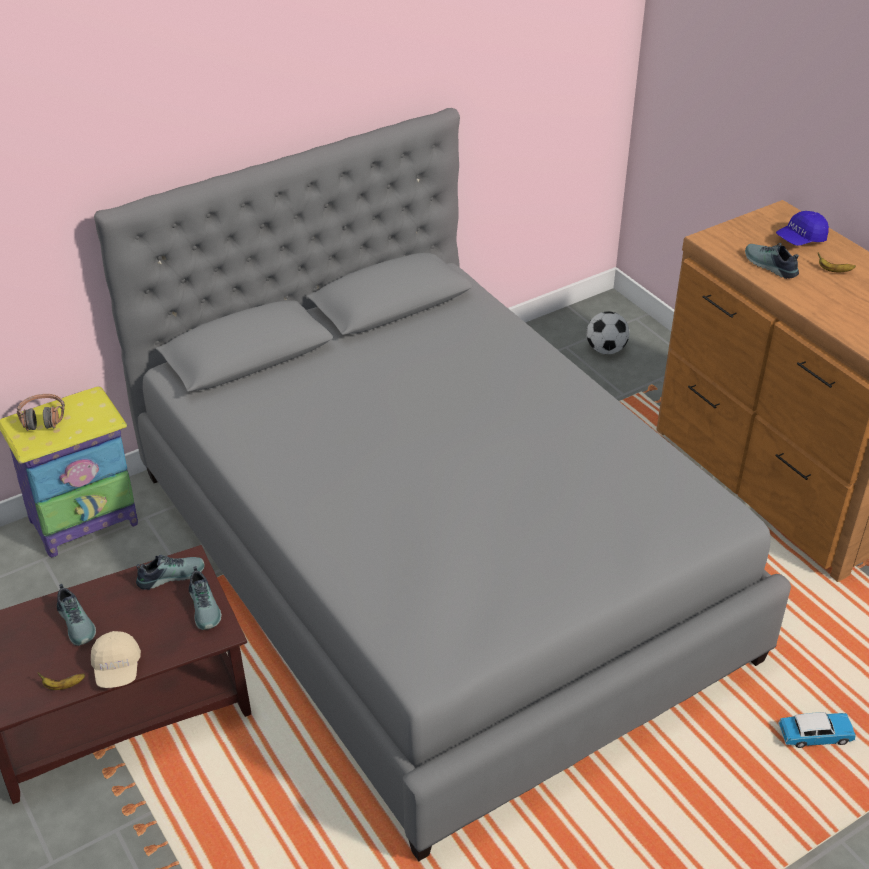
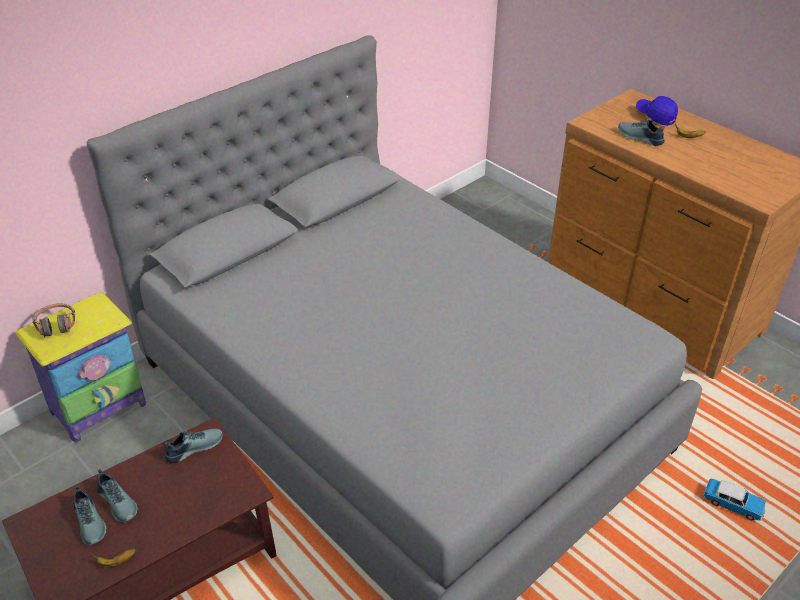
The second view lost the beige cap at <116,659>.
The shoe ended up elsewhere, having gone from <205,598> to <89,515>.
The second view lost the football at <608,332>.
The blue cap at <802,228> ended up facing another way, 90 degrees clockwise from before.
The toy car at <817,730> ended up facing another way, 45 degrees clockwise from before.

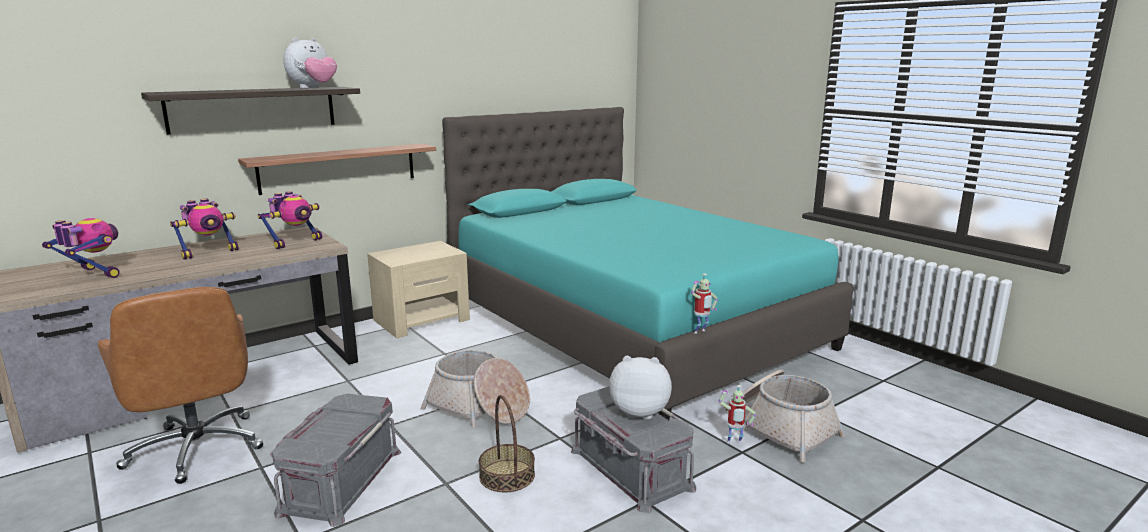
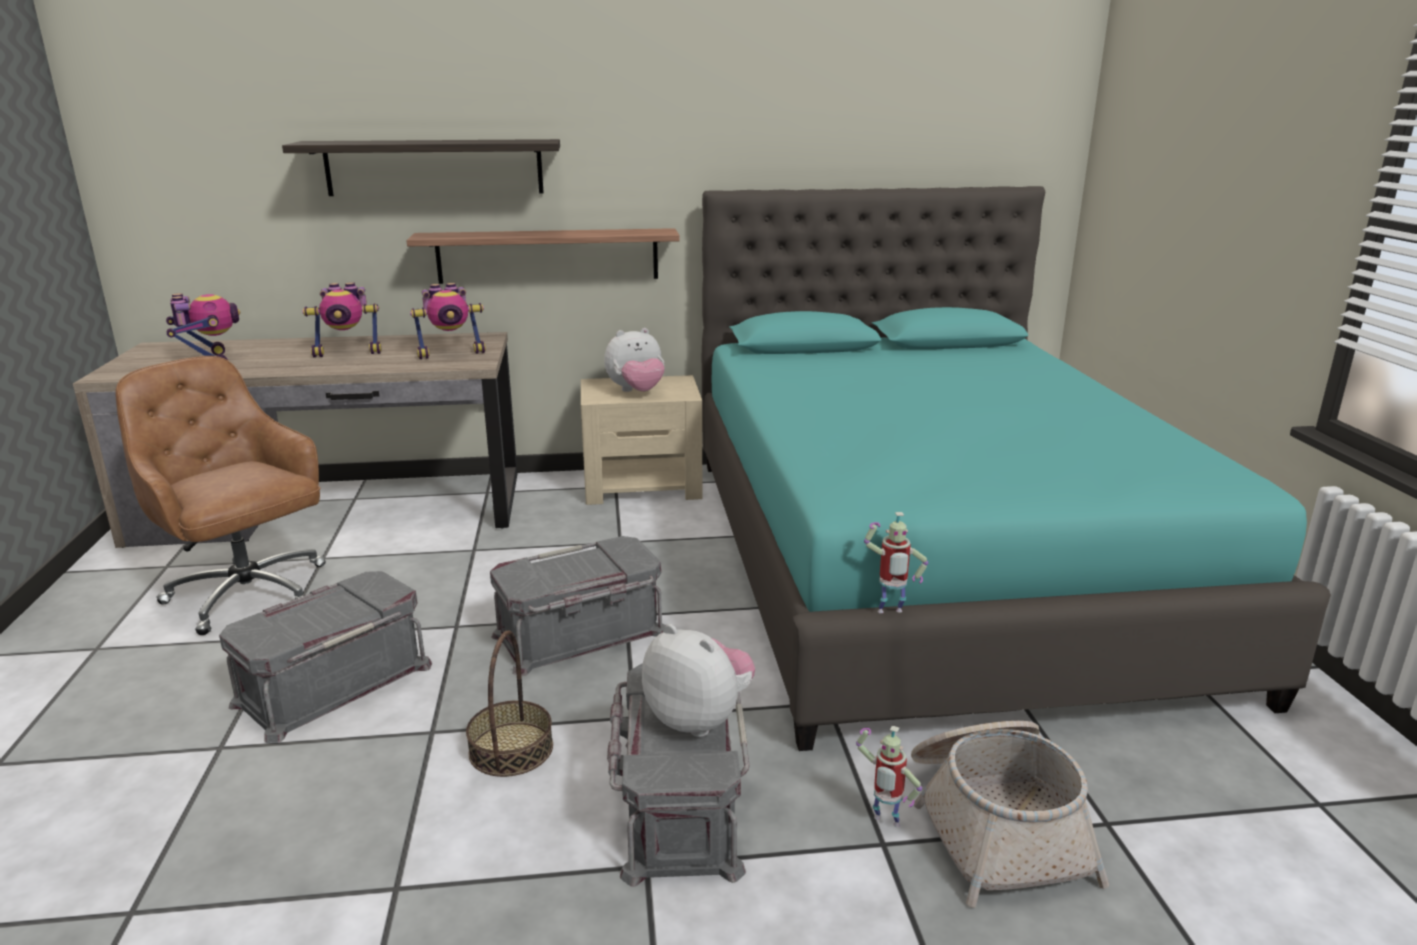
The brown office chair at <180,385> ended up facing another way, 135 degrees clockwise from before.
The plush toy ended up elsewhere, having gone from <310,63> to <634,360>.
Where the basket stood at <475,388>, the grey storage box came to stand at <578,606>.

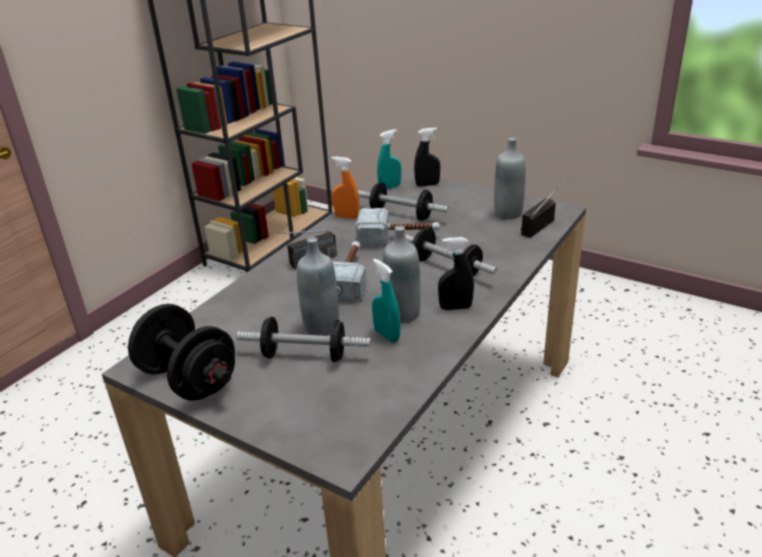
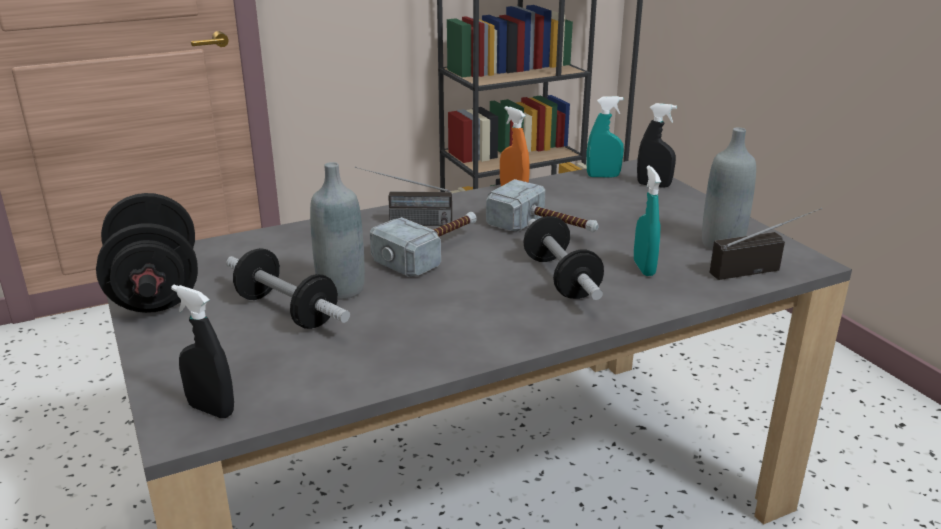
The second view lost the dumbbell at <403,201>.
The turquoise spray bottle ended up elsewhere, having gone from <386,300> to <647,221>.
The second view lost the grey bottle at <402,274>.
The black spray bottle ended up elsewhere, having gone from <456,273> to <202,351>.

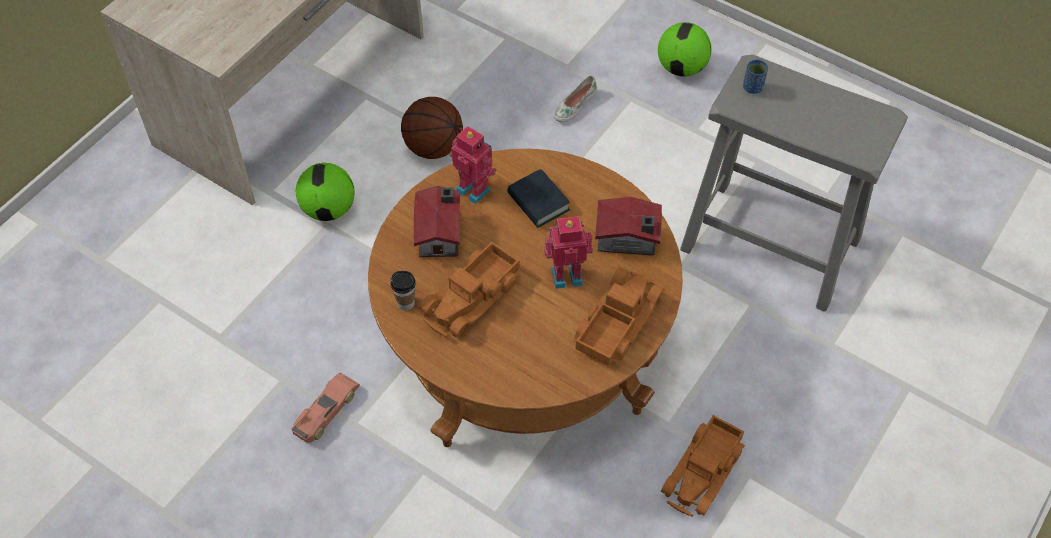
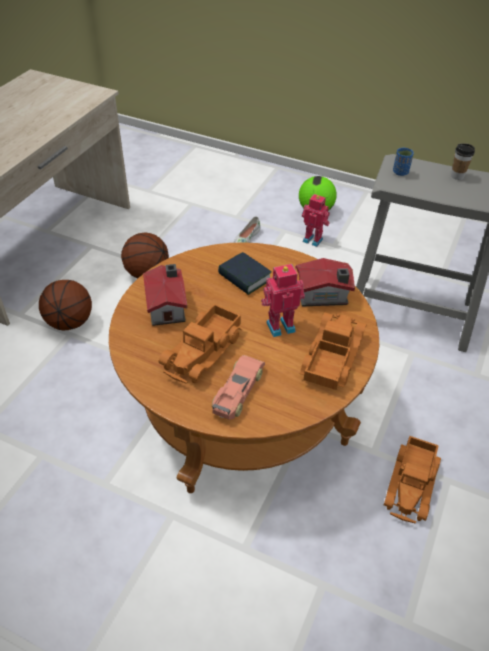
The toy car ended up elsewhere, having gone from <325,408> to <238,387>.
Where the football stood at <325,192>, the basketball came to stand at <65,305>.
The cup ended up elsewhere, having gone from <403,290> to <463,161>.
The toy robot ended up elsewhere, having gone from <473,165> to <316,220>.

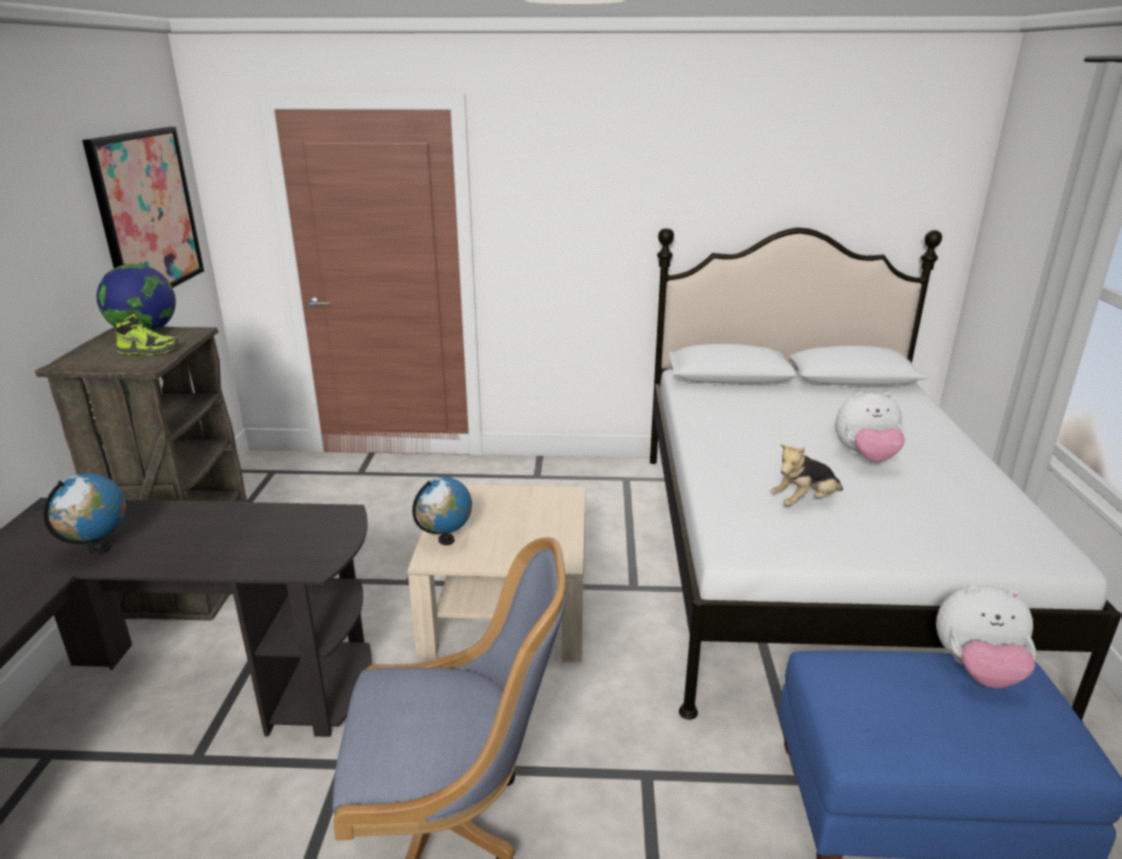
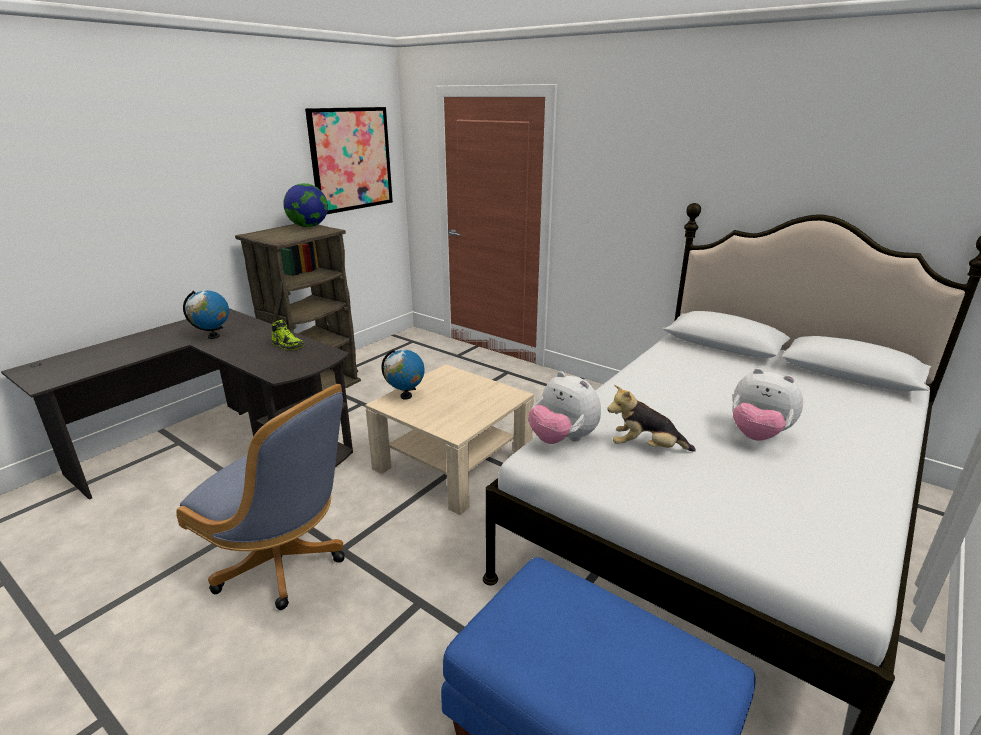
The shoe ended up elsewhere, having gone from <147,334> to <287,334>.
The plush toy ended up elsewhere, having gone from <986,636> to <565,407>.

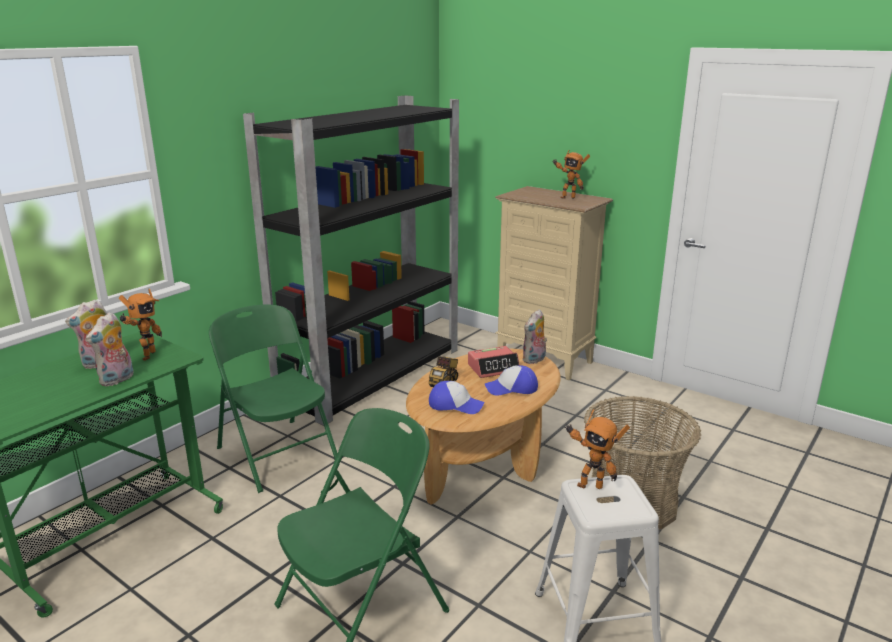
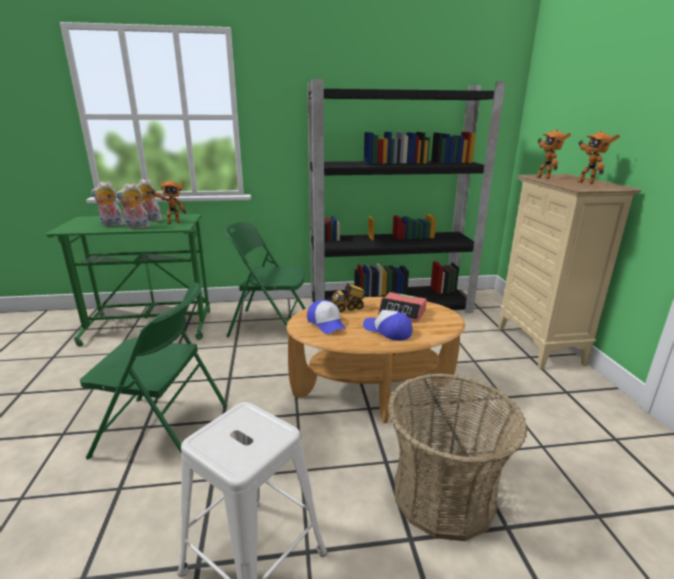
The green chair at <273,398> ended up facing another way, 90 degrees counterclockwise from before.
The plush toy ended up elsewhere, having gone from <534,336> to <108,204>.
The toy robot ended up elsewhere, having gone from <597,449> to <553,154>.

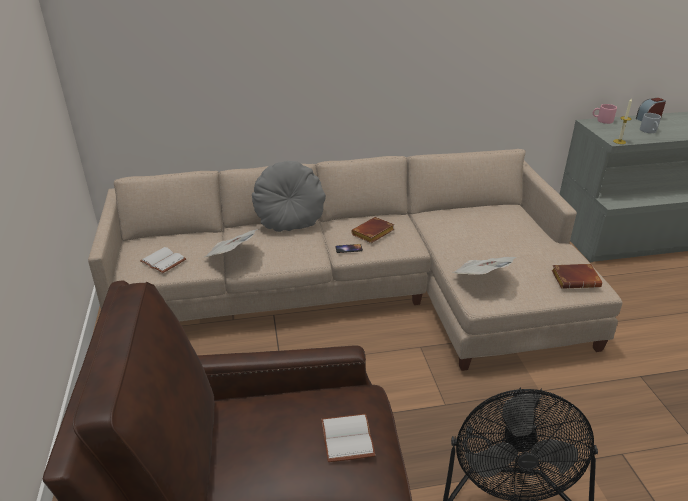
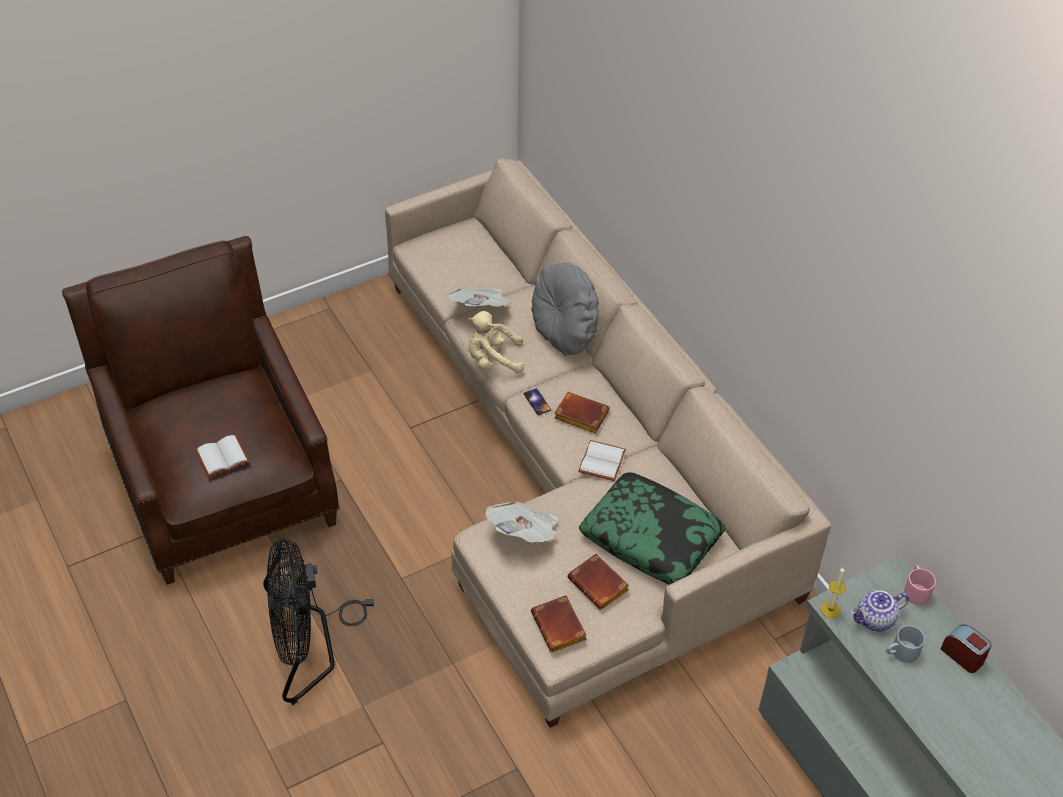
The white book ended up elsewhere, having gone from <163,260> to <602,460>.
The second view gained the beige plush toy at <496,342>.
The second view gained the brown book at <598,581>.
The second view gained the pillow at <652,528>.
The second view gained the teapot at <879,610>.

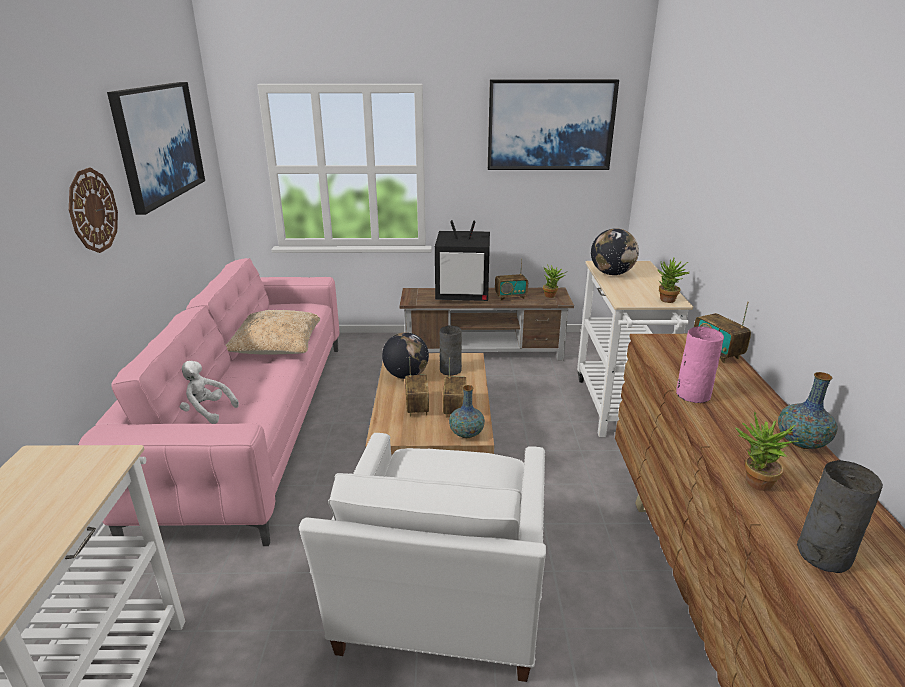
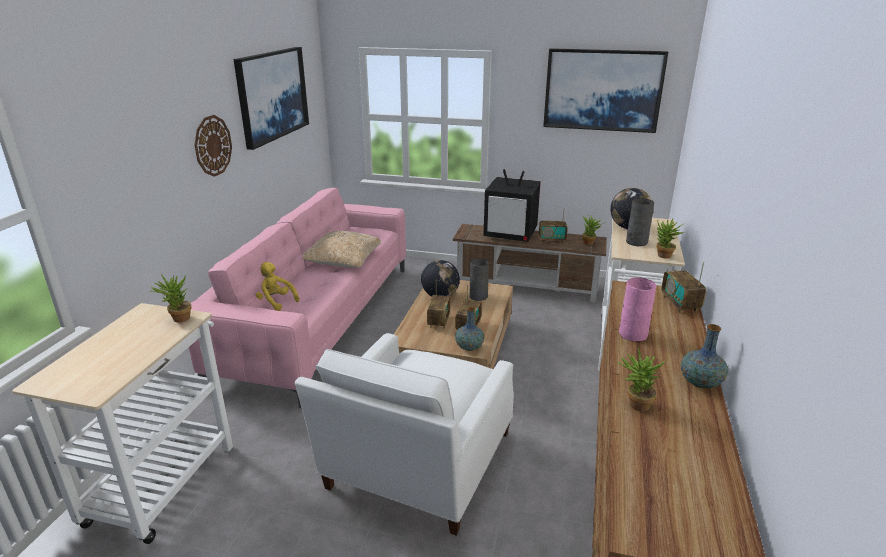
What was the white plush toy at <209,392> turned into the yellow plush toy at <277,286>.
The grey vase ended up elsewhere, having gone from <840,516> to <640,222>.
The second view gained the potted plant at <171,298>.

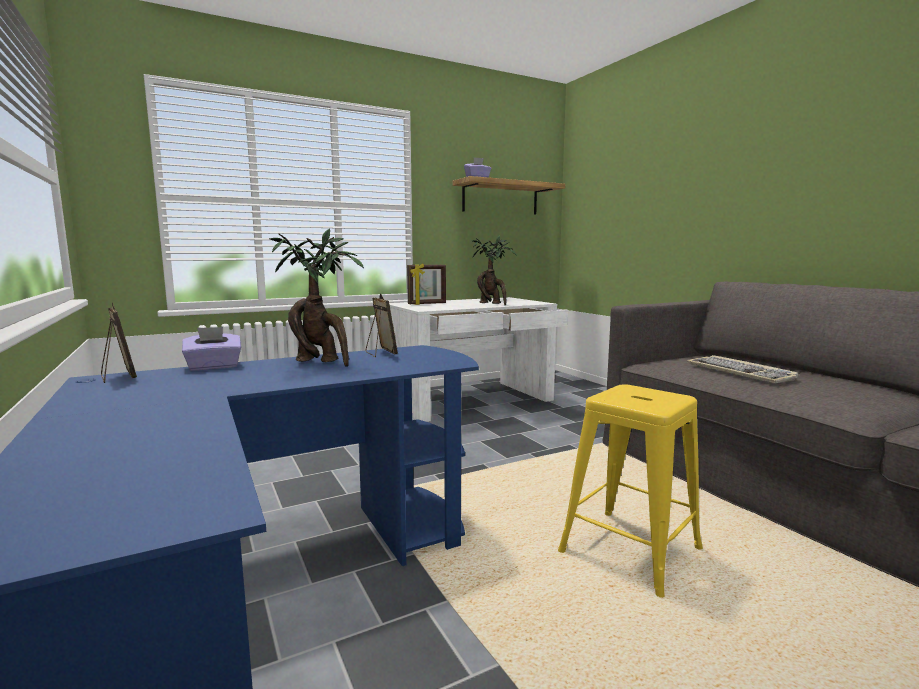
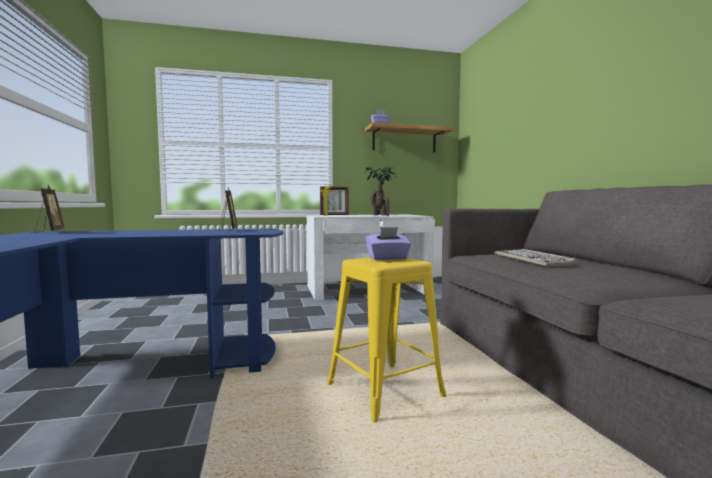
The purple tissue box ended up elsewhere, having gone from <211,349> to <388,243>.
The second view lost the potted plant at <316,298>.

